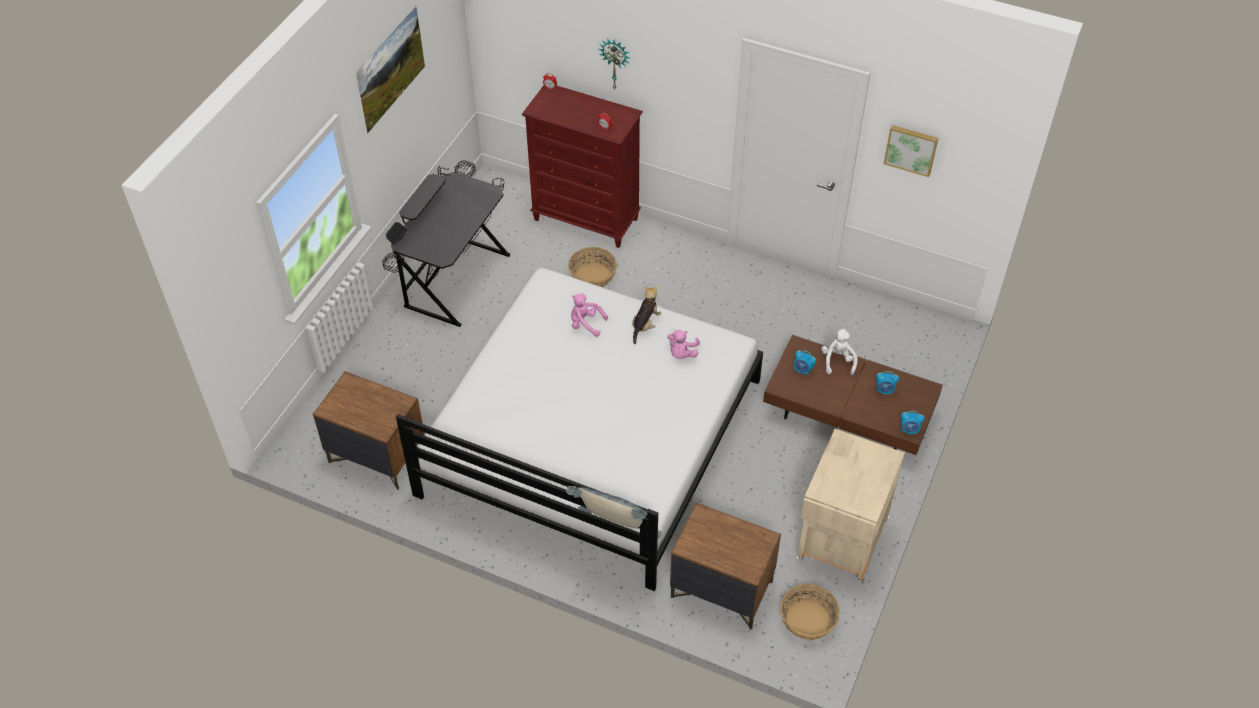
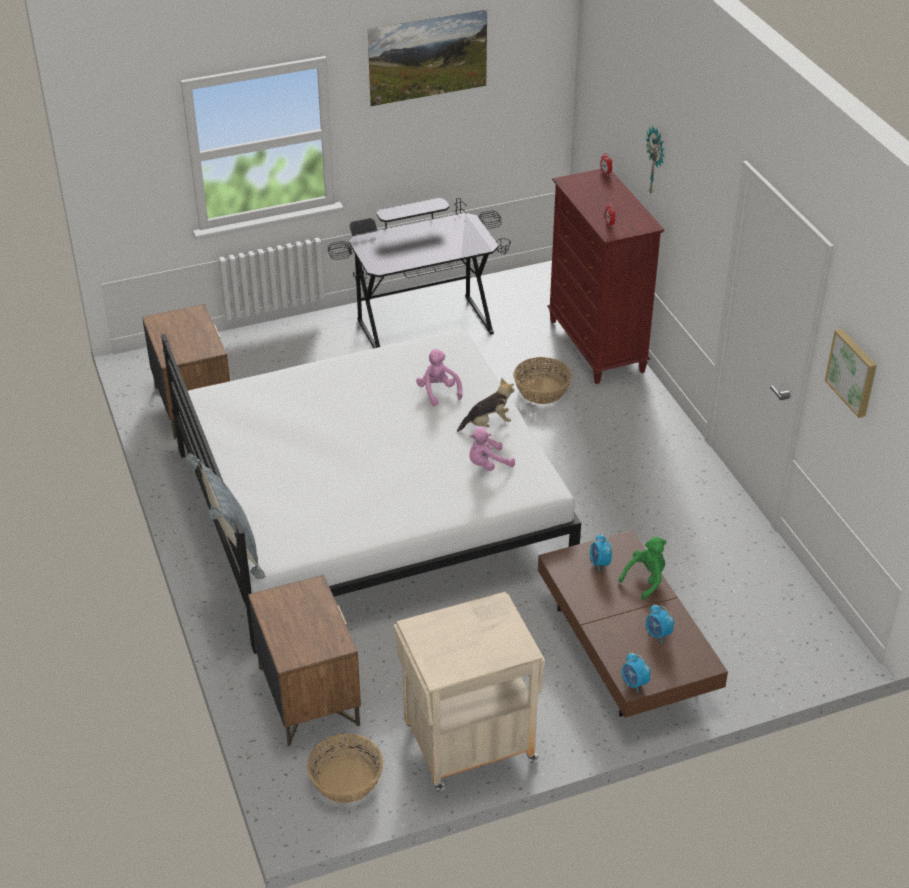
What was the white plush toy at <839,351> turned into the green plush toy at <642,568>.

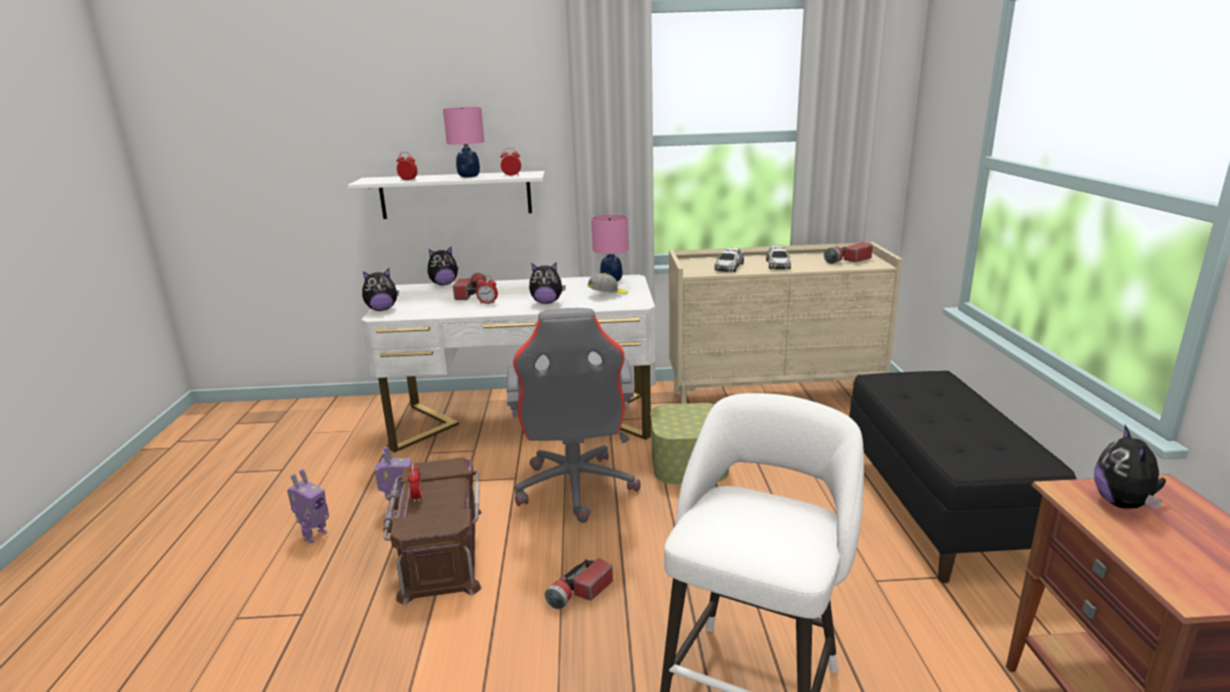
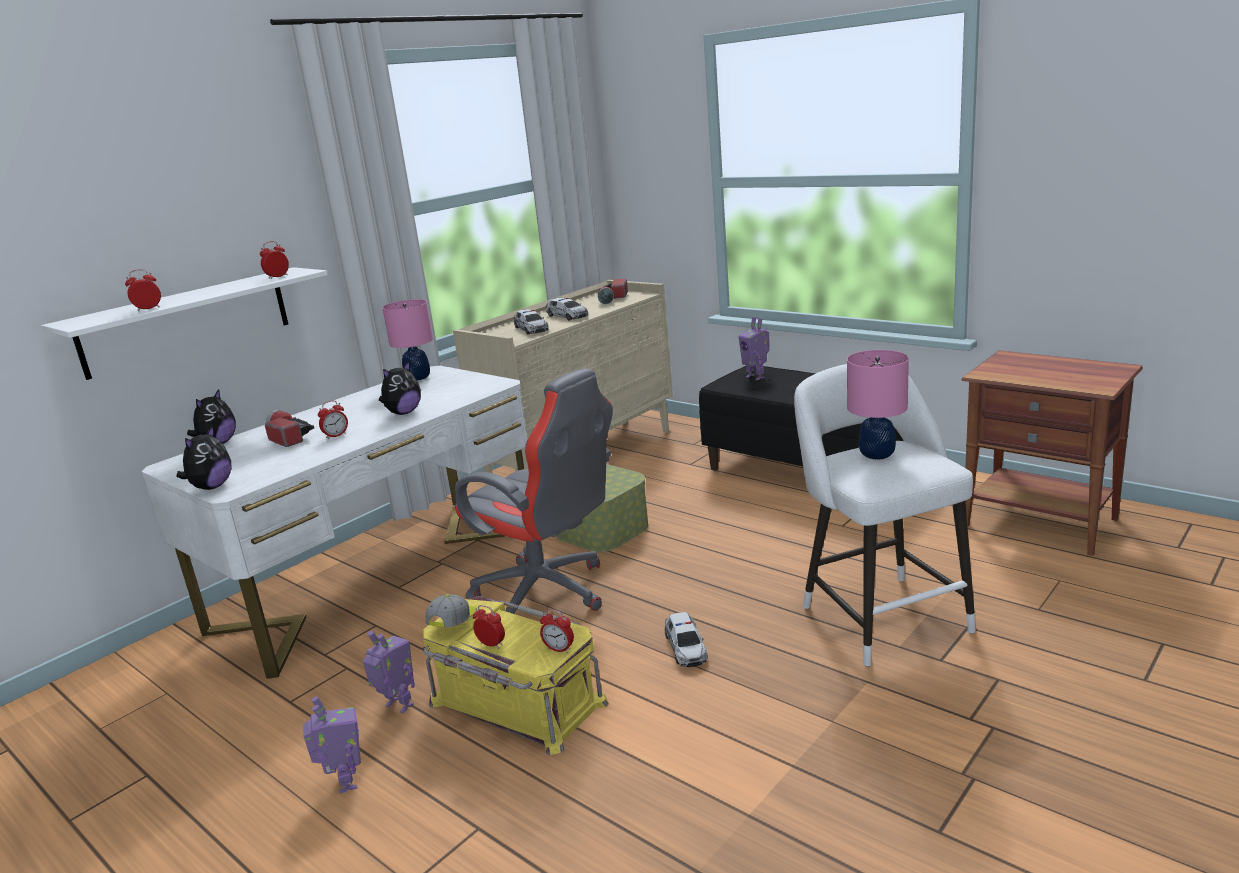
What was the brown storage box at <432,531> turned into the yellow storage box at <516,675>.
The pink table lamp ended up elsewhere, having gone from <463,142> to <878,405>.
Where the flashlight stood at <579,583>, the toy car came to stand at <686,639>.
The cap ended up elsewhere, having gone from <608,283> to <452,610>.
The second view lost the plush toy at <1130,467>.
The second view gained the alarm clock at <557,631>.
The second view gained the toy robot at <754,348>.

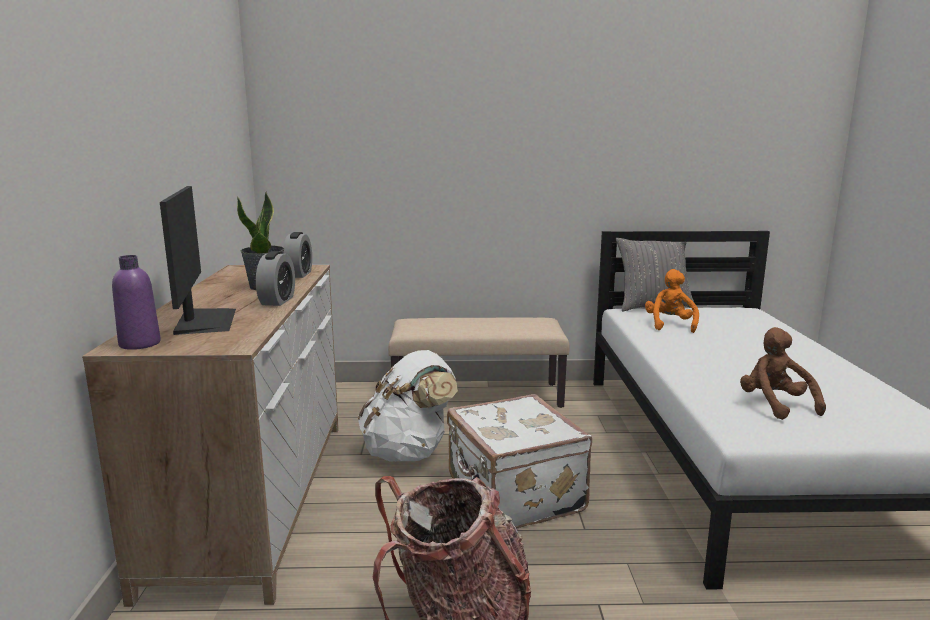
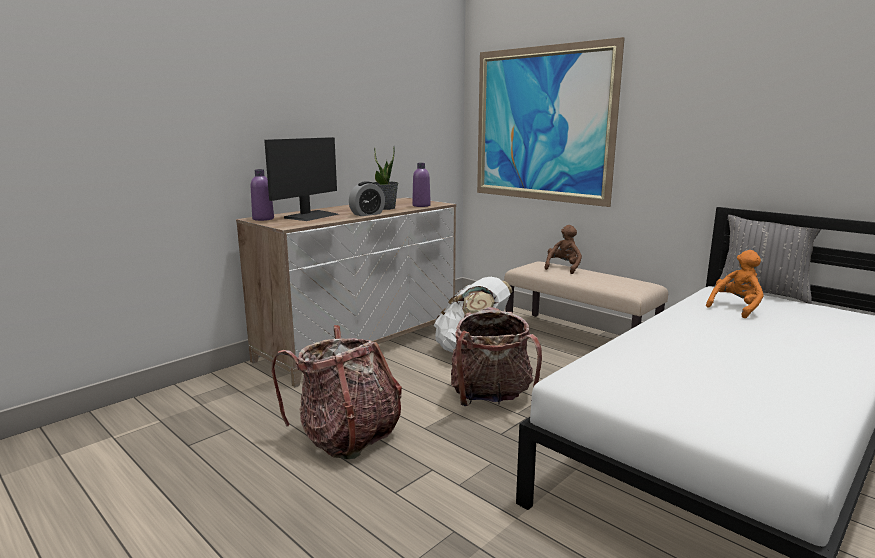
Where the alarm clock stood at <298,255>, the purple bottle came to stand at <421,185>.
Where the white suitcase stood at <519,461>, the backpack came to stand at <496,356>.
The brown plush toy ended up elsewhere, having gone from <783,373> to <563,249>.
The second view gained the picture at <551,122>.

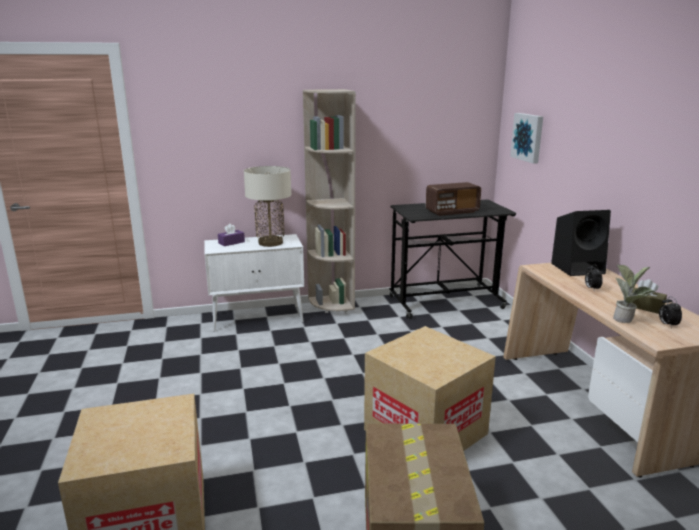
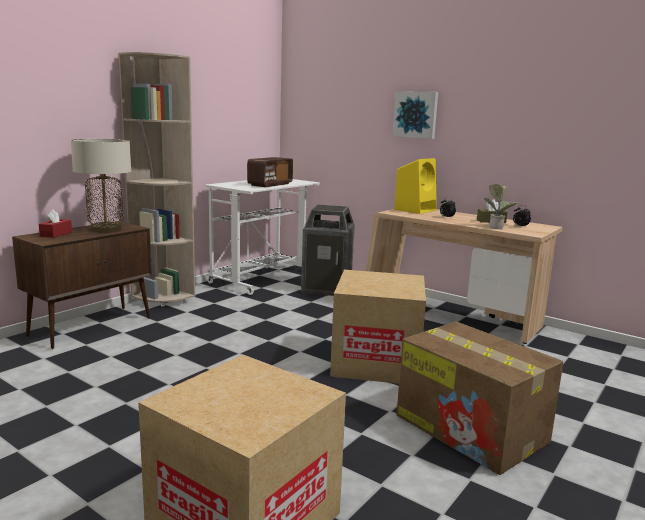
What was the white cabinet at <254,283> turned into the brown cabinet at <82,285>.
What was the purple tissue box at <231,234> turned into the red tissue box at <55,223>.
What was the black desk at <452,259> turned into the white desk at <263,237>.
The picture ended up elsewhere, having gone from <526,138> to <415,115>.
What was the black speaker at <581,243> turned into the yellow speaker at <415,186>.
The second view gained the trash can at <328,250>.

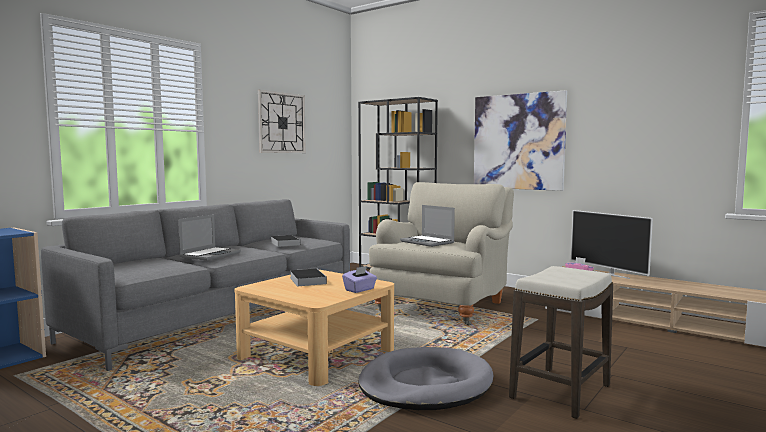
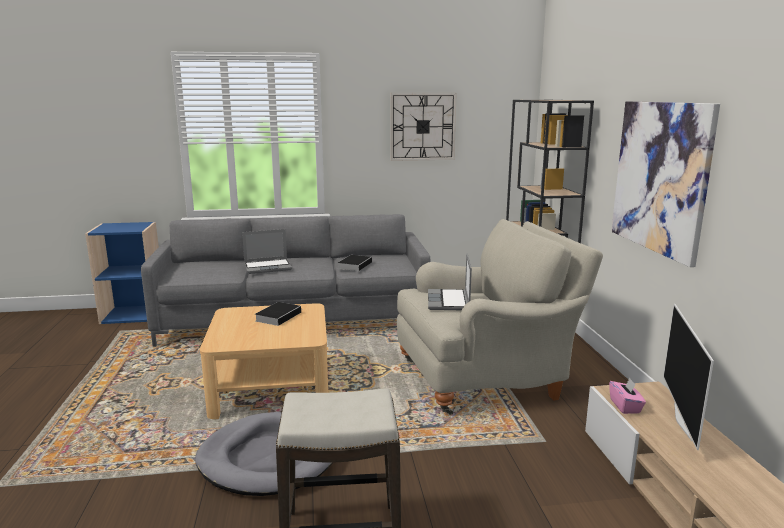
The second view lost the purple tissue box at <359,279>.

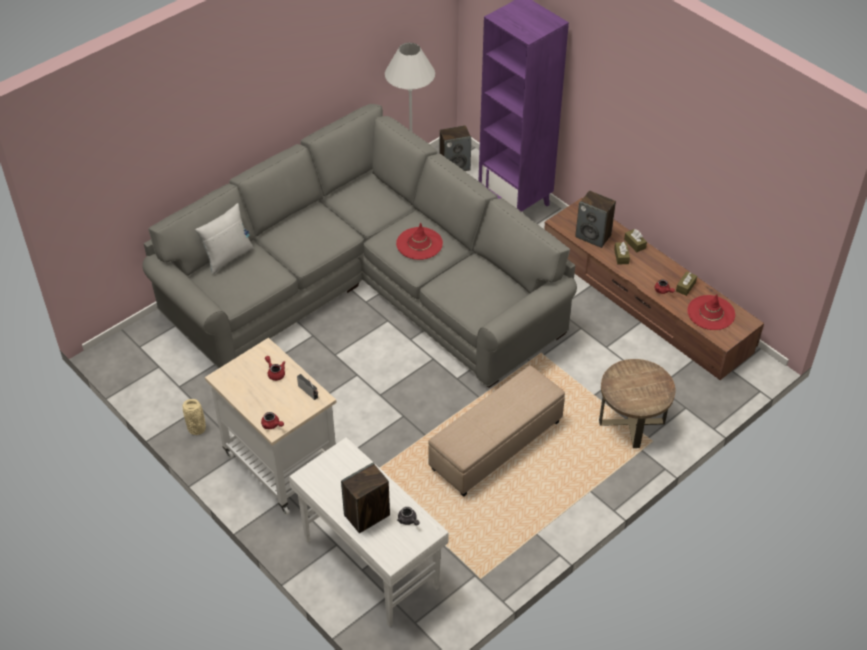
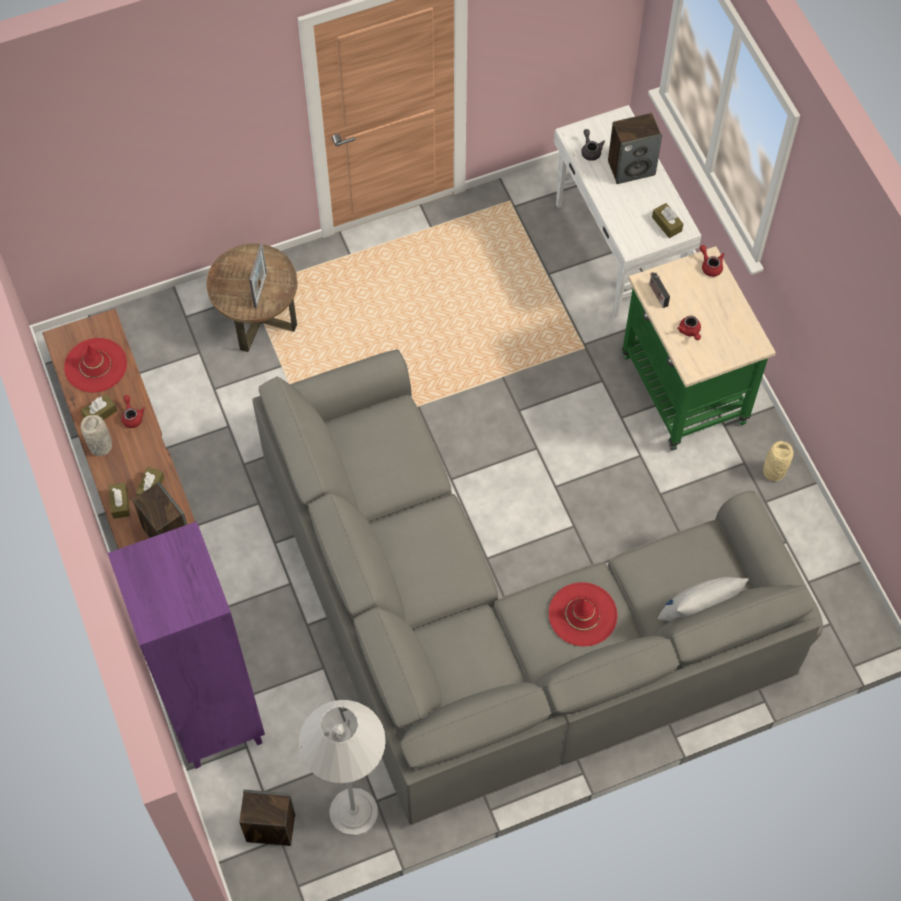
What was the white cart at <271,426> turned into the green cart at <699,348>.
The red hat ended up elsewhere, having gone from <419,241> to <583,614>.
The second view lost the beige ottoman at <496,431>.
The second view gained the grey vase at <96,435>.
The second view gained the picture frame at <258,276>.
The second view gained the brown tissue box at <667,220>.

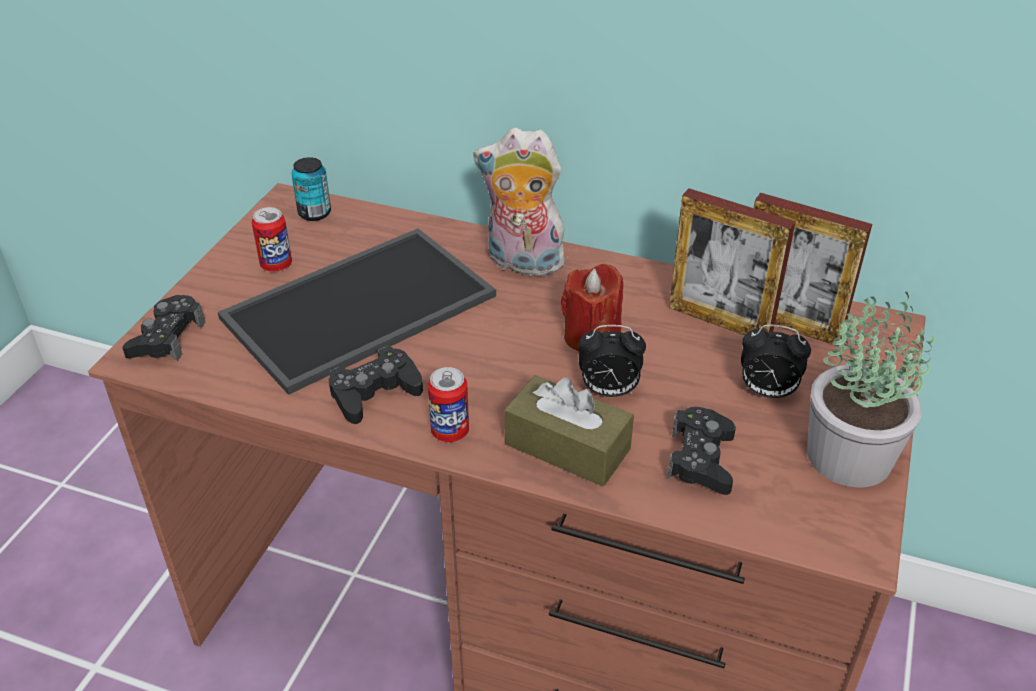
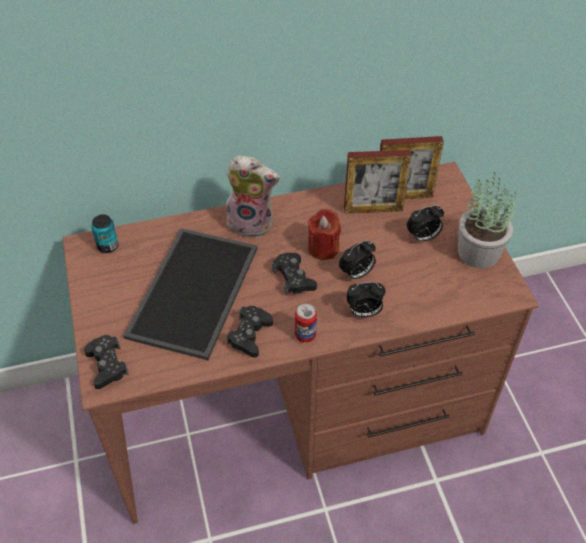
The second view lost the can at <272,239>.
The plush toy at <522,202> ended up facing another way, 150 degrees counterclockwise from before.
Where the brown tissue box stood at <569,430>, the alarm clock came to stand at <366,300>.
The black game controller ended up elsewhere, having gone from <701,451> to <294,274>.

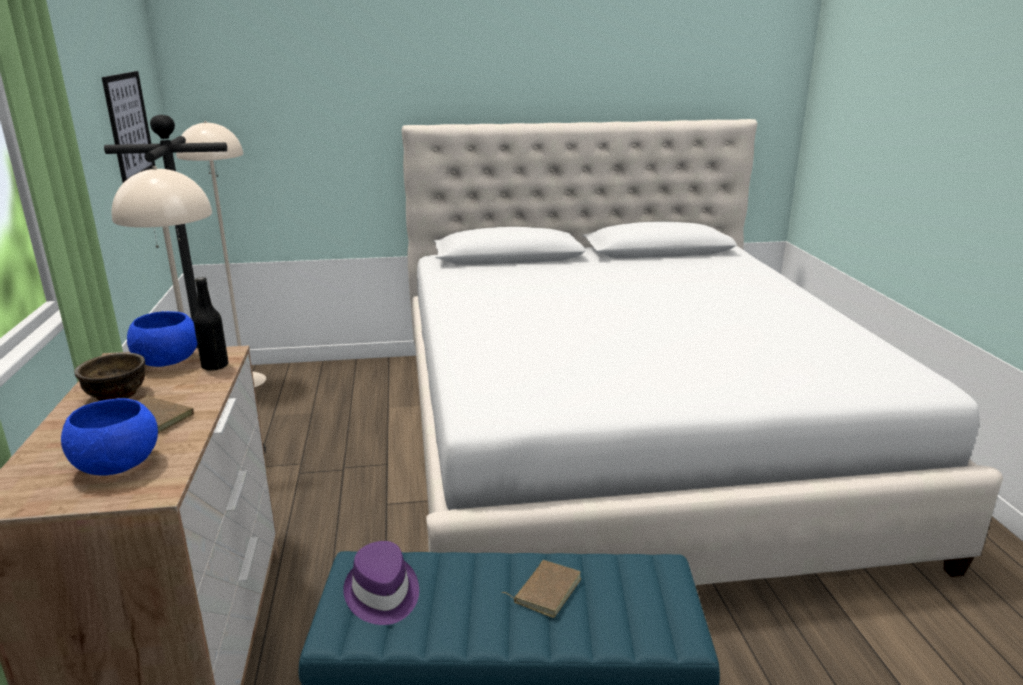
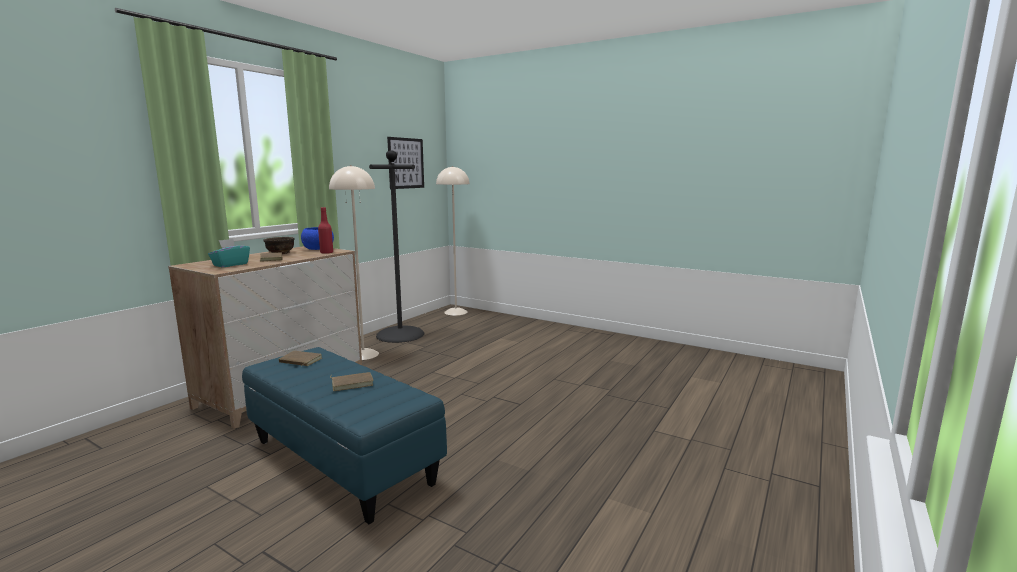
Where the blue bowl stood at <109,437>, the turquoise tissue box came to stand at <229,253>.
What was the black bottle at <211,323> turned into the red bottle at <325,230>.
Where the purple hat stood at <381,583>, the brown book came to stand at <300,358>.
The second view lost the white bed at <702,352>.

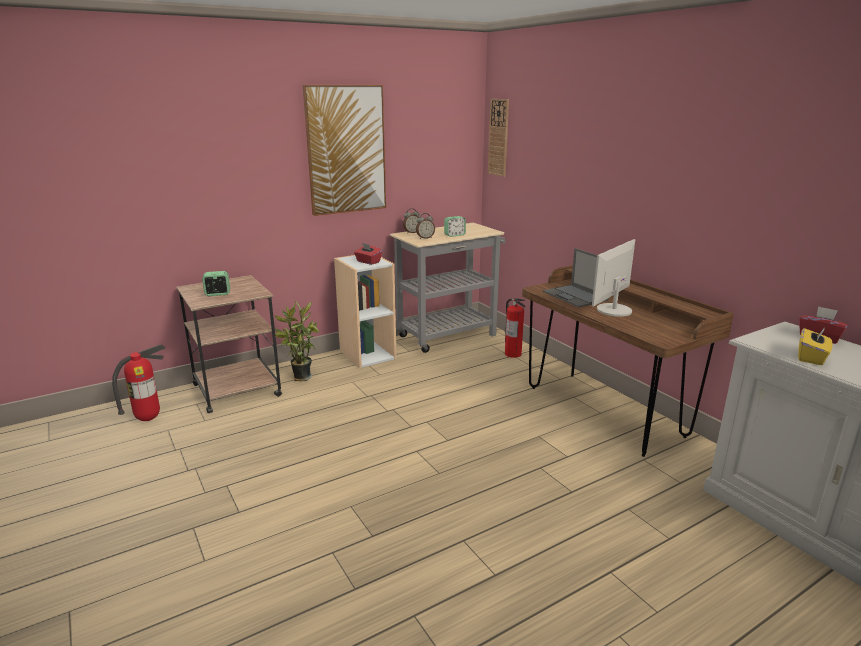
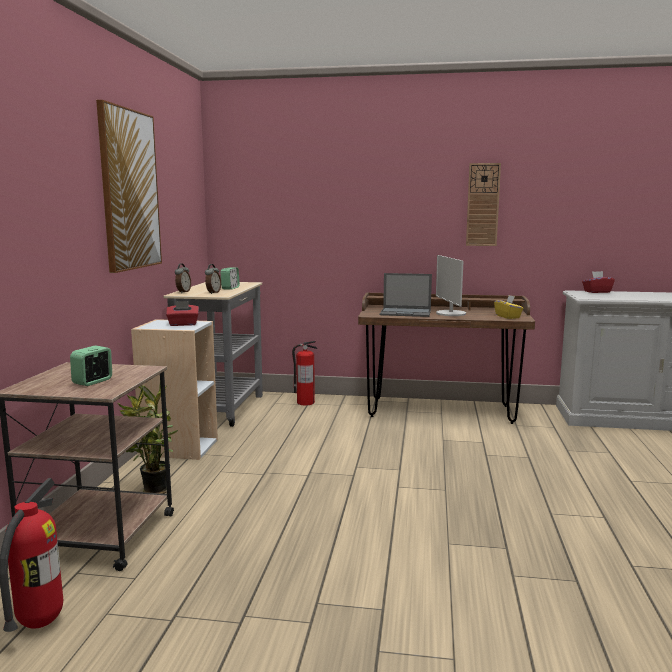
The wall clock ended up elsewhere, having gone from <498,138> to <483,204>.
The yellow tissue box ended up elsewhere, having gone from <815,346> to <508,307>.

